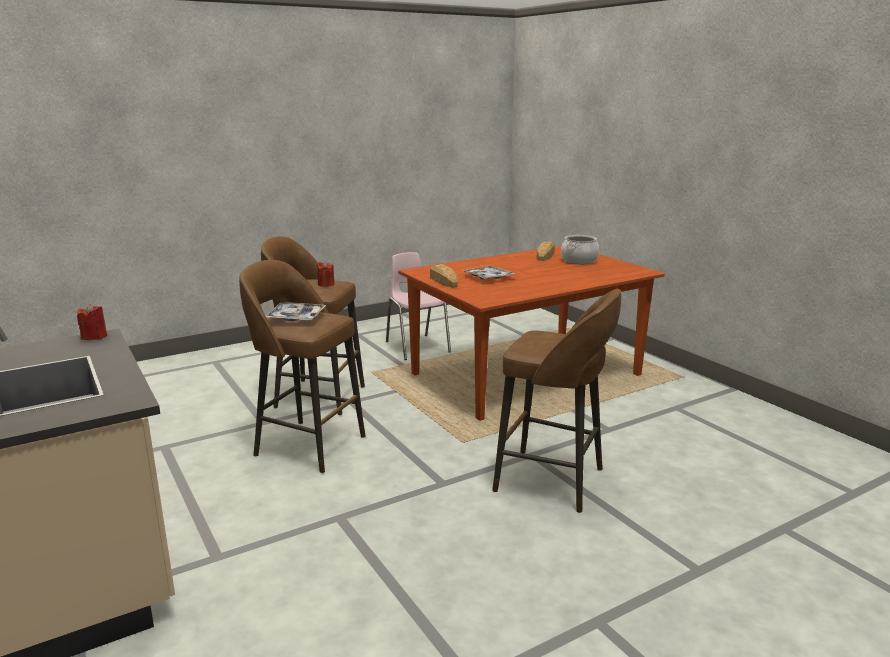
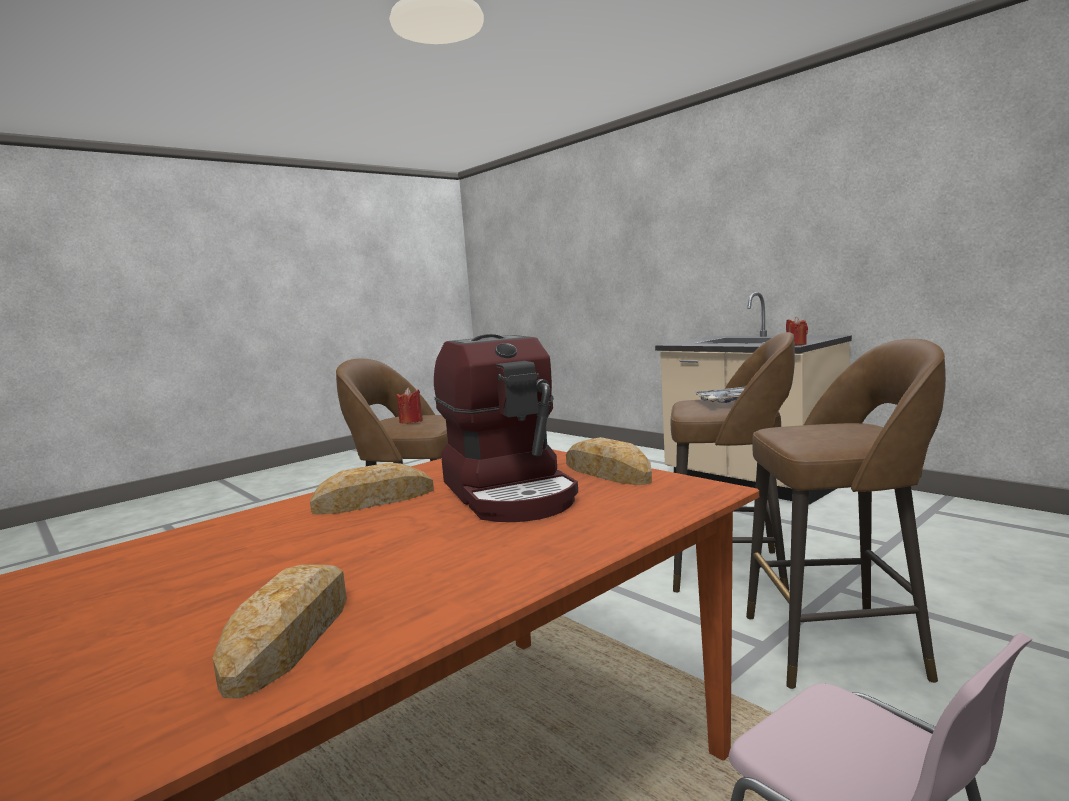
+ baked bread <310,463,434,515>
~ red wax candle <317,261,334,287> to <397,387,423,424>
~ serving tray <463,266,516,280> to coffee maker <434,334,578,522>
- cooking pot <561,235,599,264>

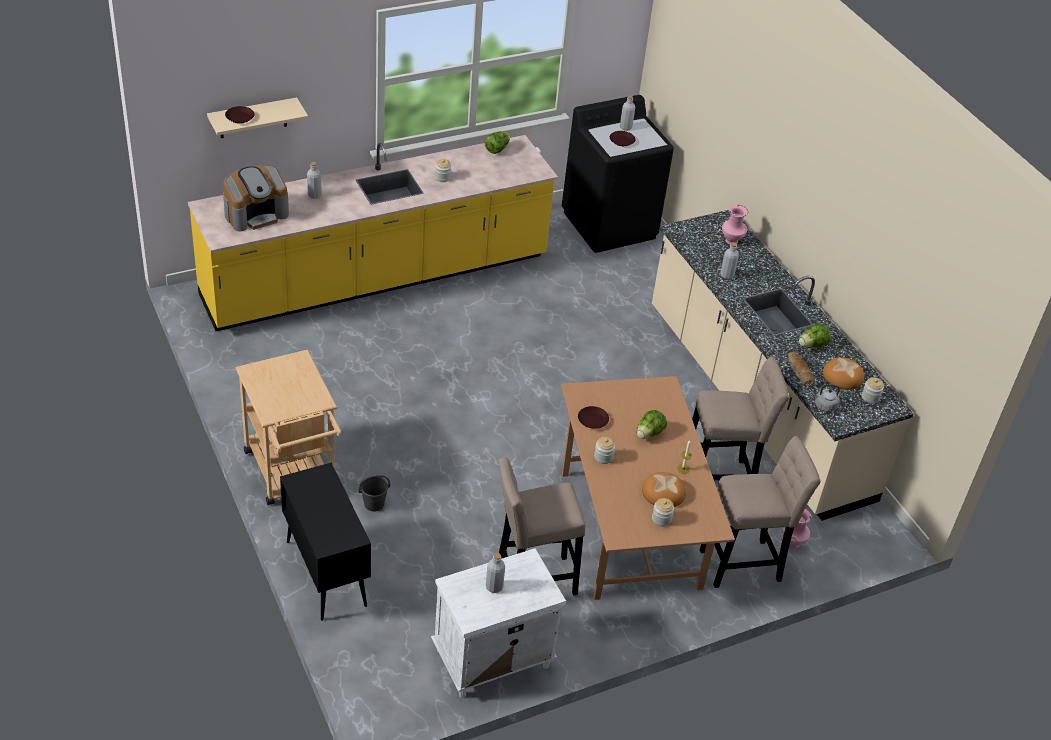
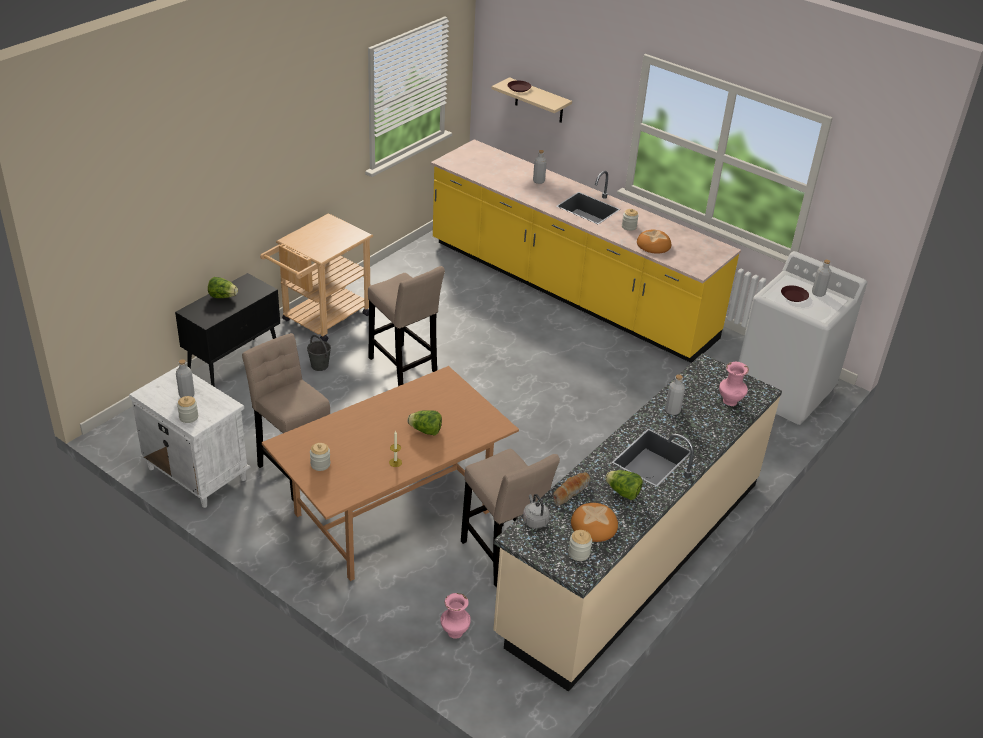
~ jar <594,437,615,464> to <177,396,198,423>
~ lettuce head <484,131,510,154> to <208,277,238,298>
~ sand-coloured stool seat <700,436,821,588> to <368,266,445,386>
~ baked bread <642,472,686,507> to <637,230,671,254>
~ black-coloured laundry machine <562,95,674,253> to whitish laundry machine <739,251,867,425>
- coffee maker <223,165,289,232>
- brown dinner plate <578,406,609,429>

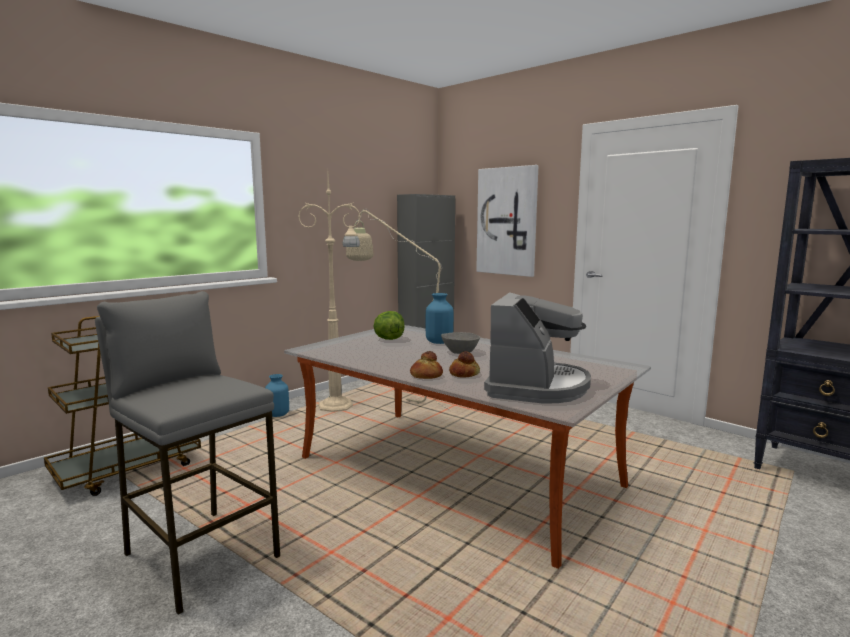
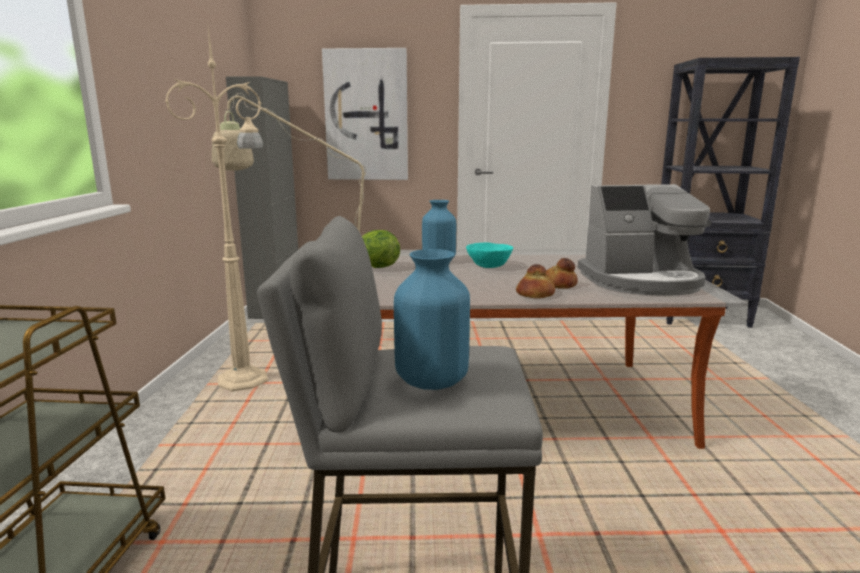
~ bluish vase <265,374,289,417> to <394,249,470,390>
~ greyish bowl <441,332,480,354> to turquoise-coloured bowl <466,242,513,268>
~ coffee maker <484,292,591,403> = <578,184,711,296> 105 degrees clockwise

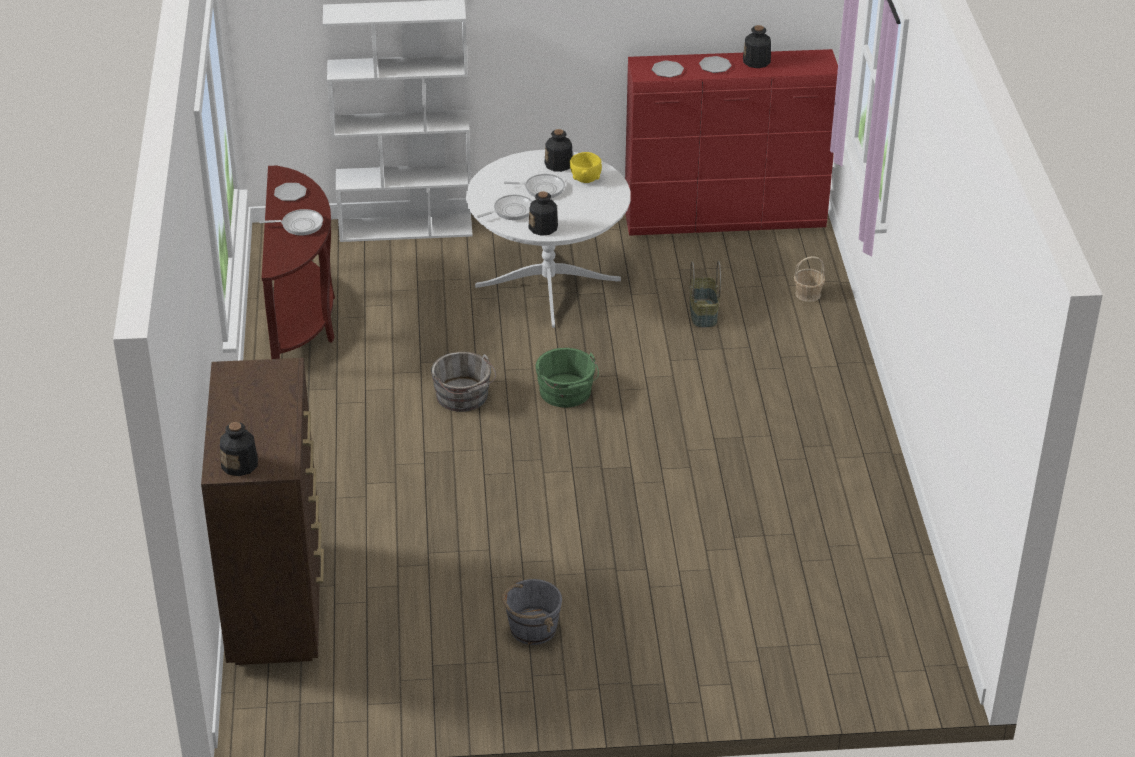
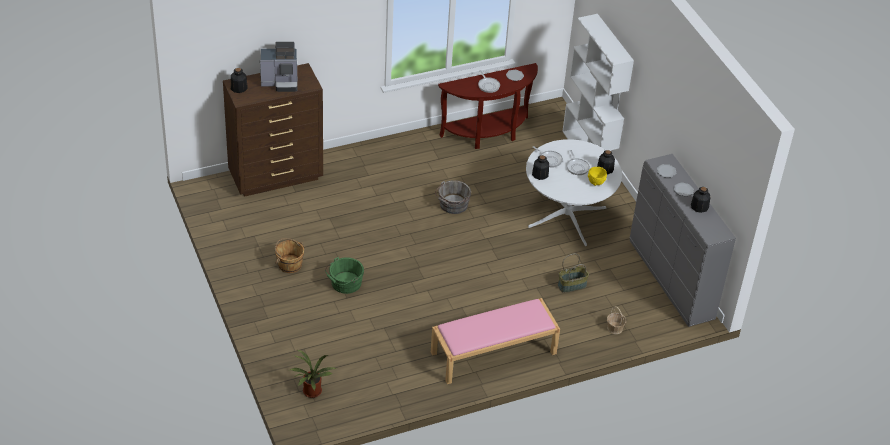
+ coffee maker <260,42,298,92>
~ greyish pail <502,578,562,645> to brown pail <275,238,305,273>
+ houseplant <290,350,337,398>
~ greenish pail <536,348,599,407> to <325,257,364,294>
+ pinkish long seat <431,298,560,384>
~ red chest of drawers <625,49,838,236> to greyish chest of drawers <630,154,736,327>

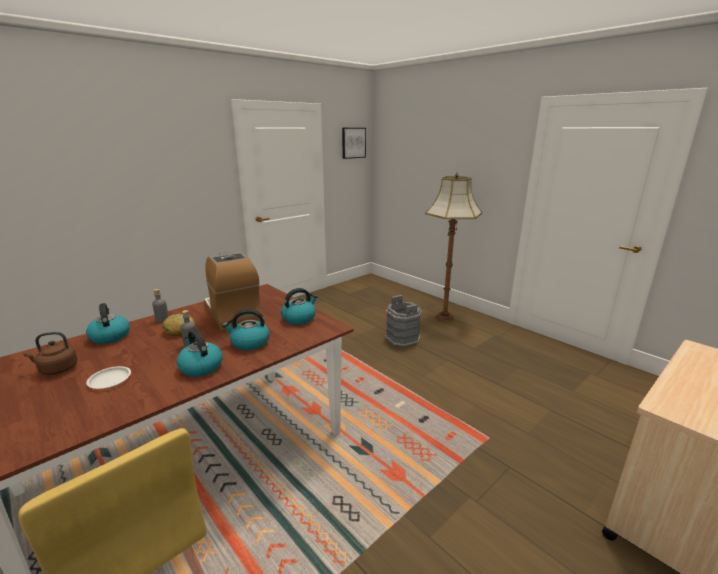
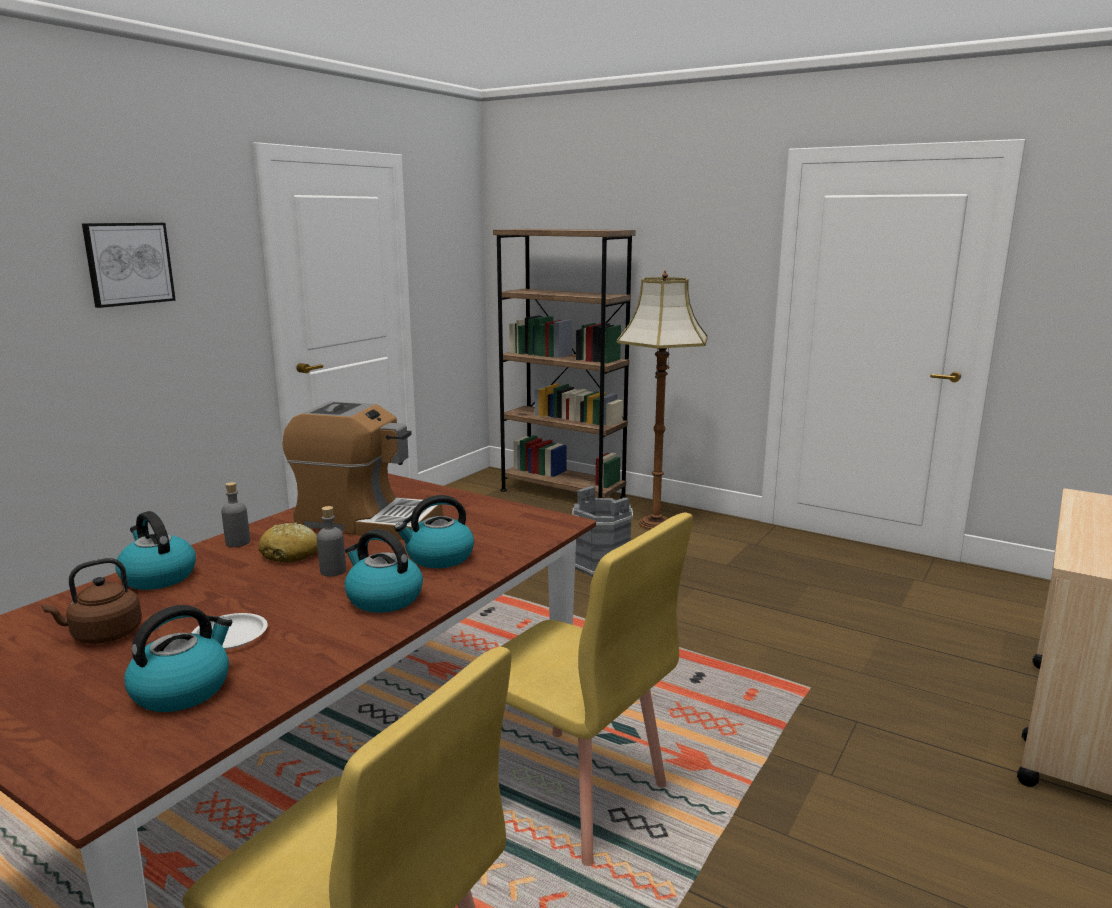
~ picture <342,128,366,159> to <82,223,176,308>
~ tea kettle <281,288,317,325> to <124,605,232,712>
~ coffee maker <204,251,262,331> = <282,401,443,540> 150 degrees clockwise
+ brown bookshelf <493,229,636,499>
+ yellow chair <500,513,693,866>

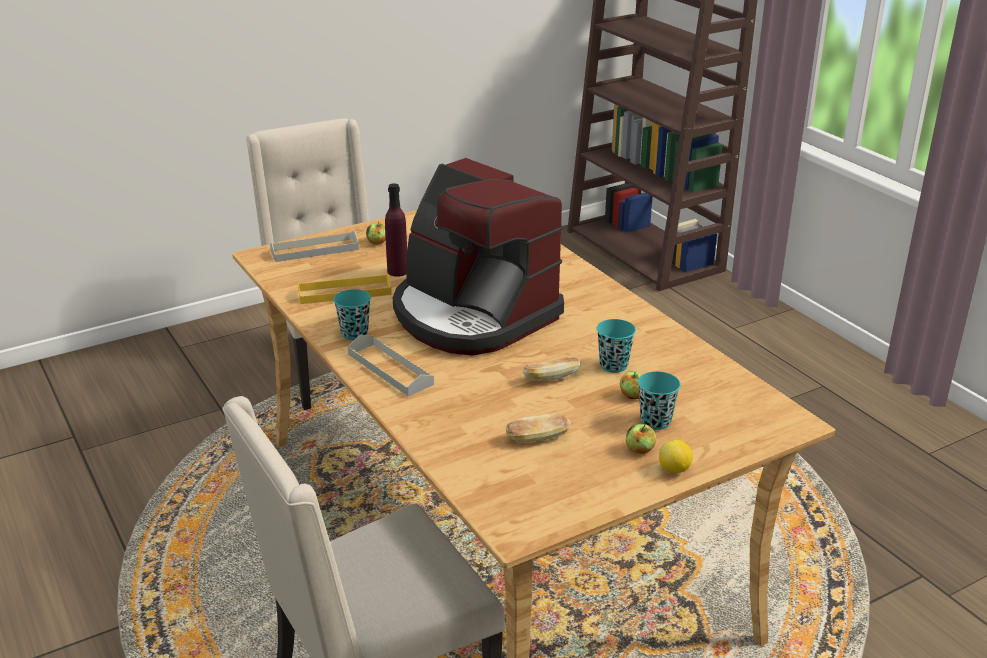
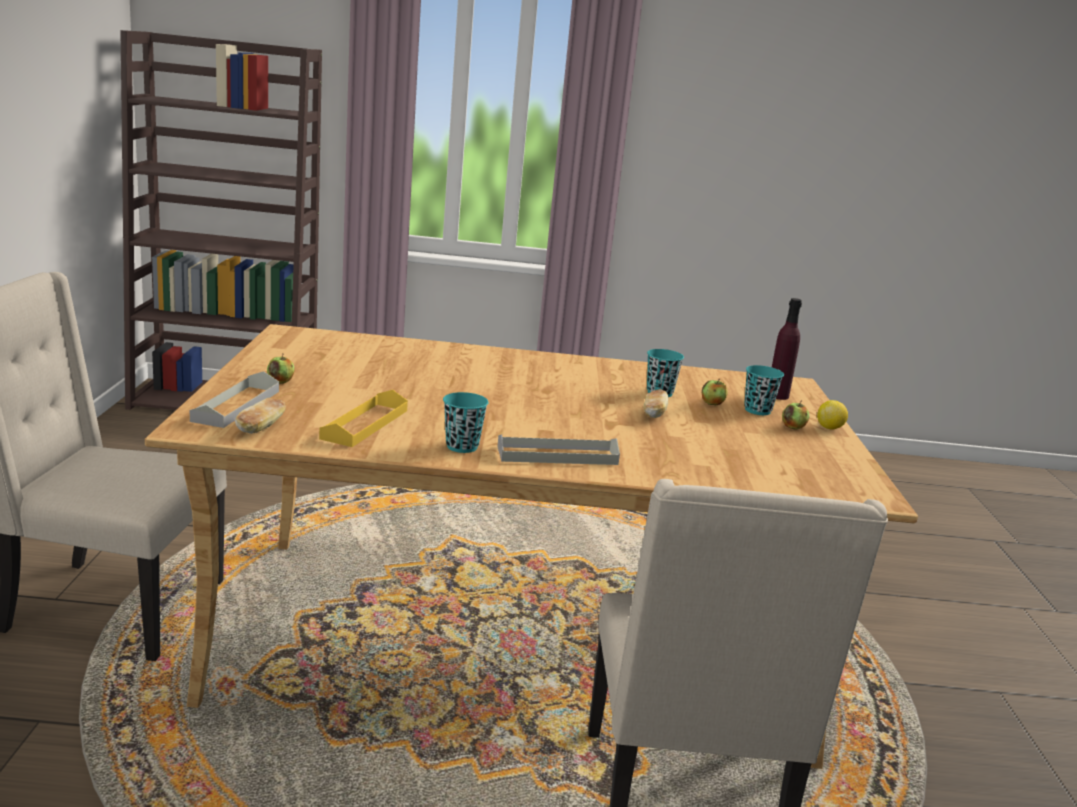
~ baked bread <506,413,571,443> to <235,398,286,434>
~ purple bottle <385,183,407,277> to <772,298,802,400>
- coffee maker <393,158,564,356>

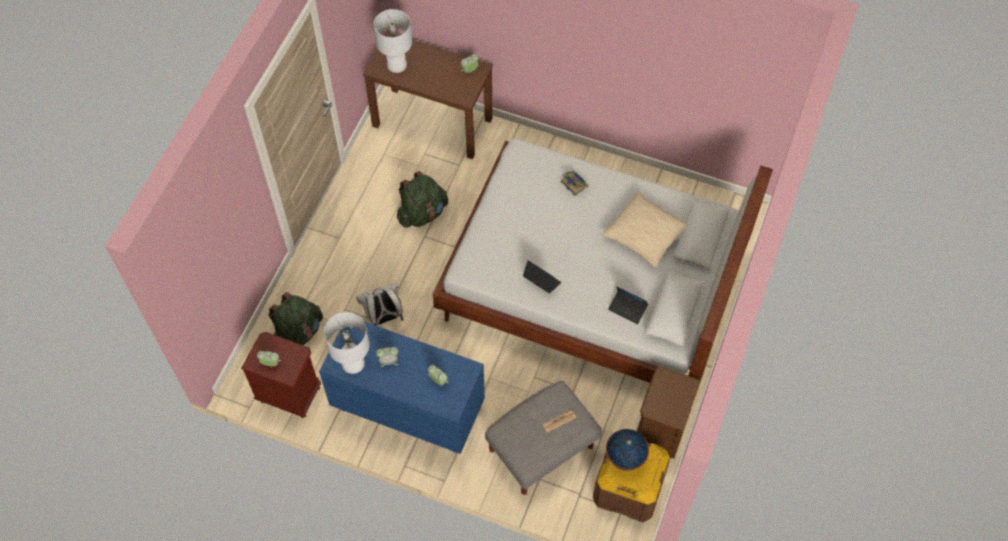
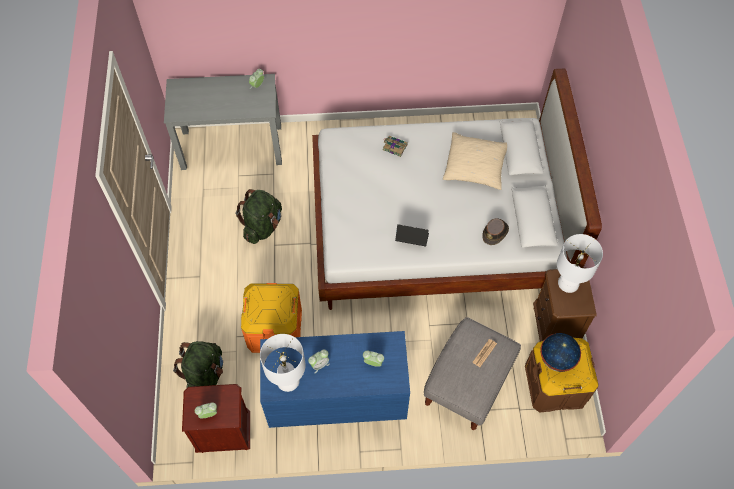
~ brown desk table <363,32,493,159> to greyish desk table <164,74,282,170>
~ whitish backpack <356,283,403,325> to orange-coloured storage container <241,283,302,353>
~ laptop <608,286,648,324> to brown wearable hat <482,218,509,245>
~ whitish lamp for a table <374,9,412,73> to <557,234,603,293>

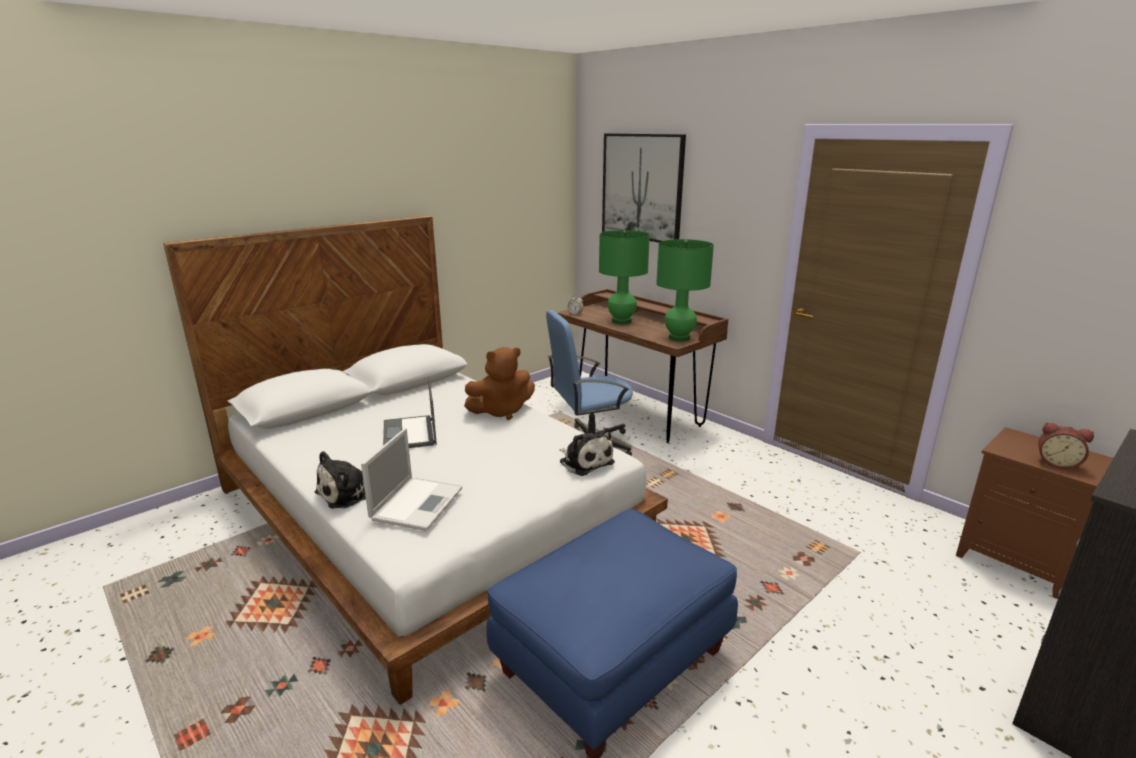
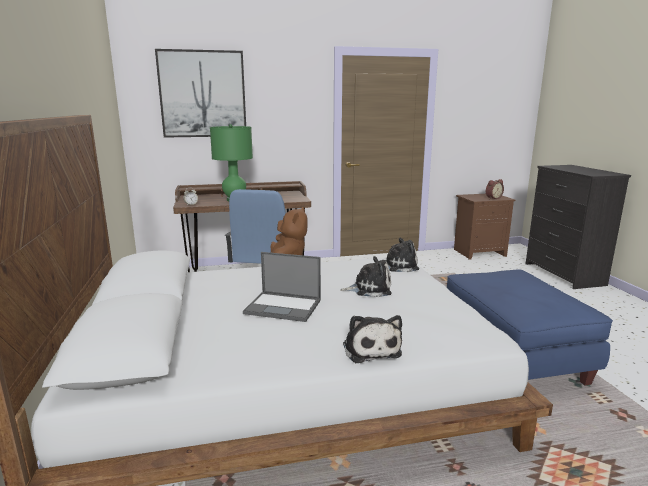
+ plush toy <340,256,392,297>
- laptop <361,428,463,531>
- greenish lamp for a table <656,239,714,342>

